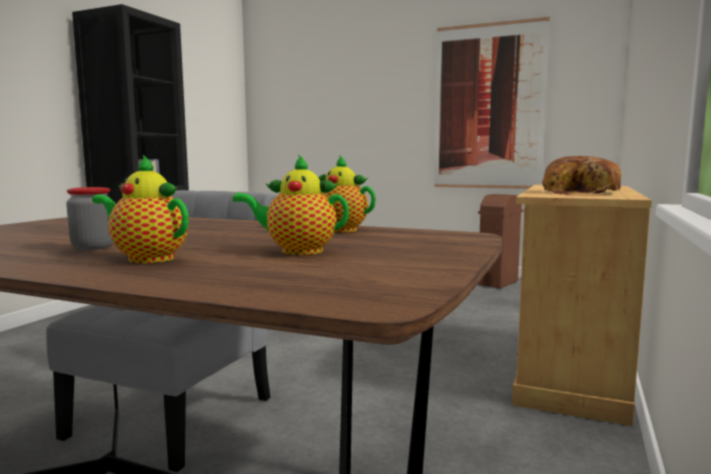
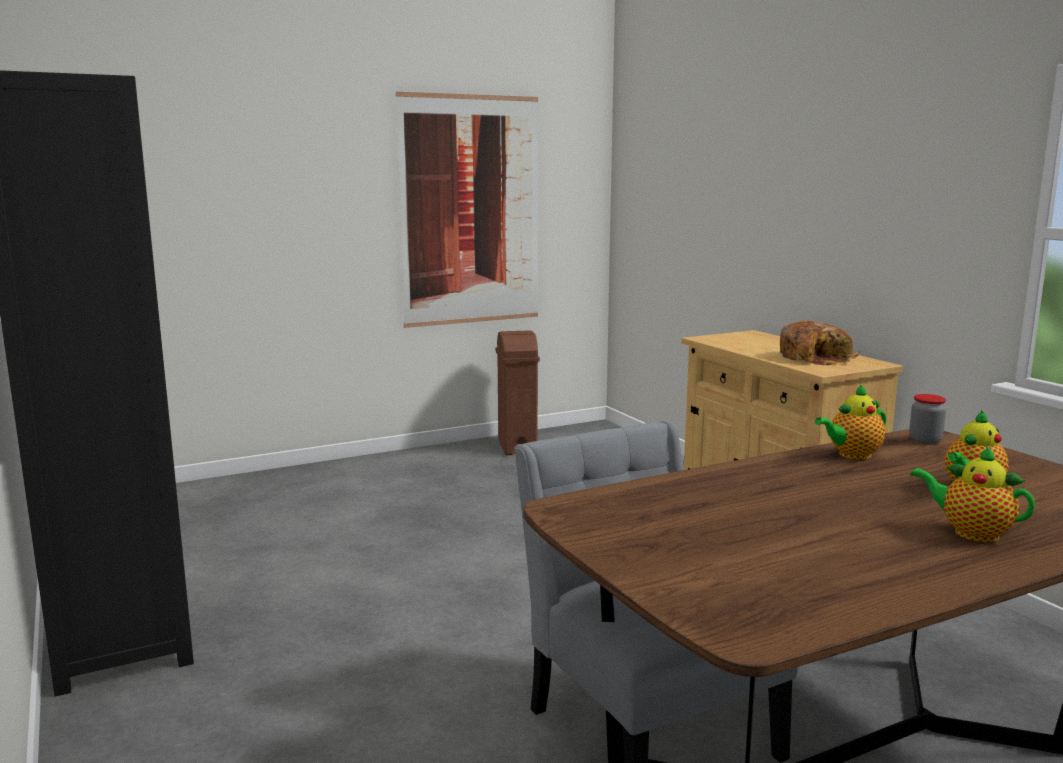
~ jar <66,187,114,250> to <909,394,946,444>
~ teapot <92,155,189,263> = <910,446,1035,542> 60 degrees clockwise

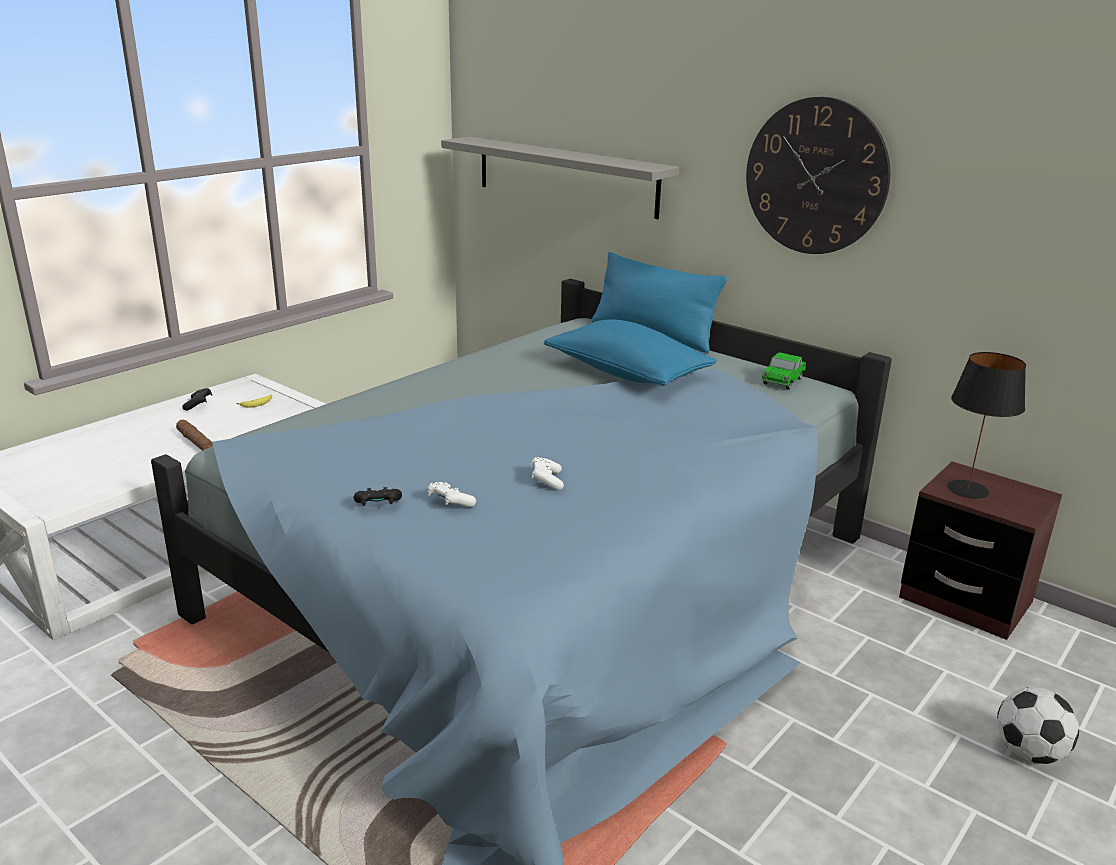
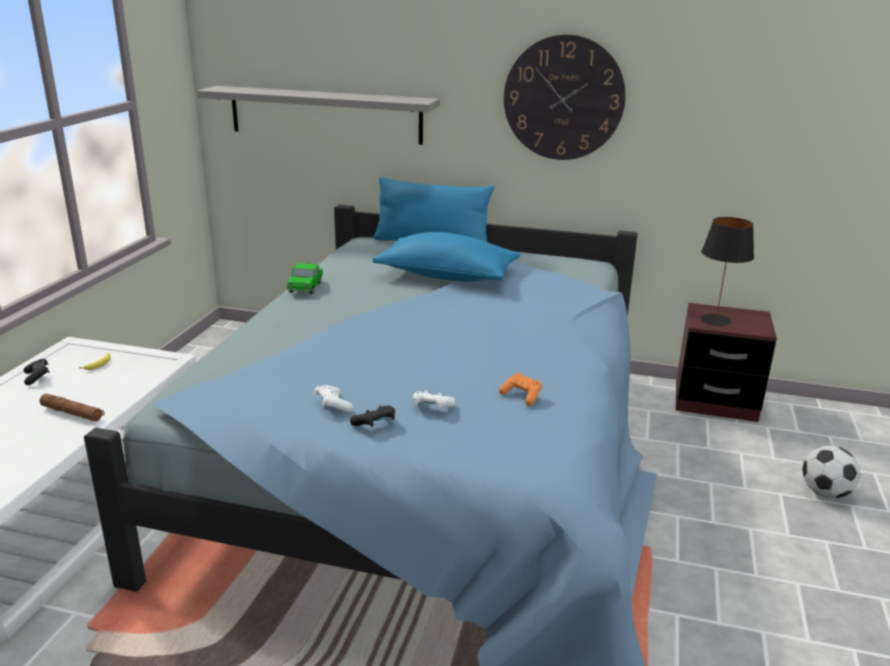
~ miniature car <761,352,806,389> to <287,263,323,294>
~ whitish joypad <531,457,564,490> to <314,385,353,412>
+ orange-coloured joypad <499,373,542,406>

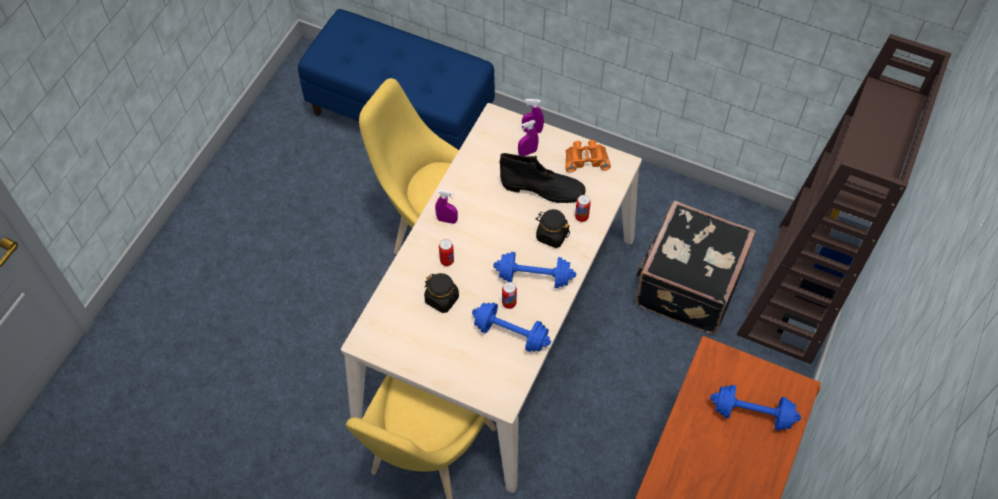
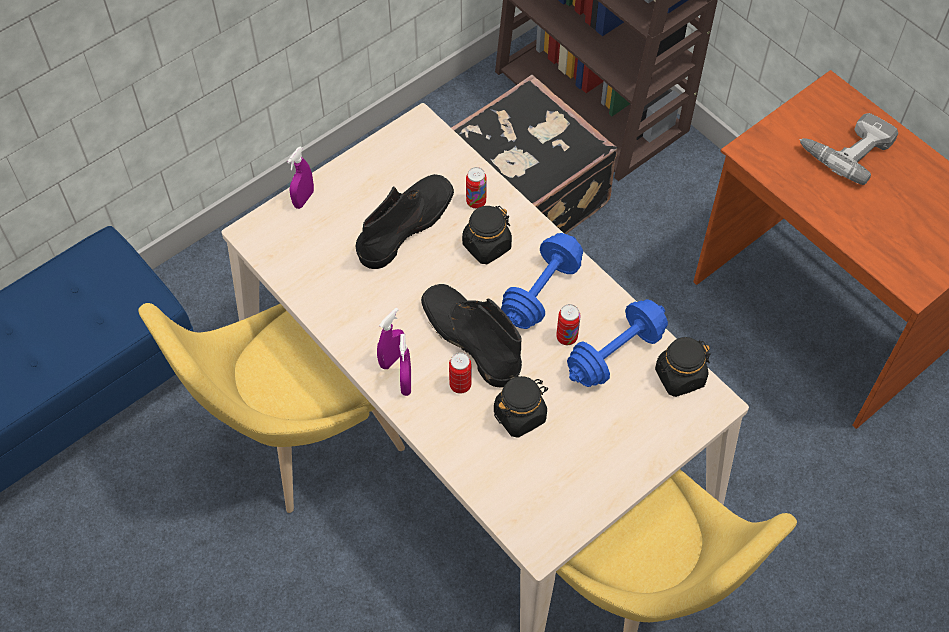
~ purple hand sprayer <518,120,538,156> to <399,334,411,396>
+ black-coloured boot <421,284,522,387>
+ black-coloured jar <655,337,711,397>
~ bluish free weight <710,385,801,431> to electric drill <800,113,898,185>
- orange-coloured pair of binoculars <565,140,611,172>

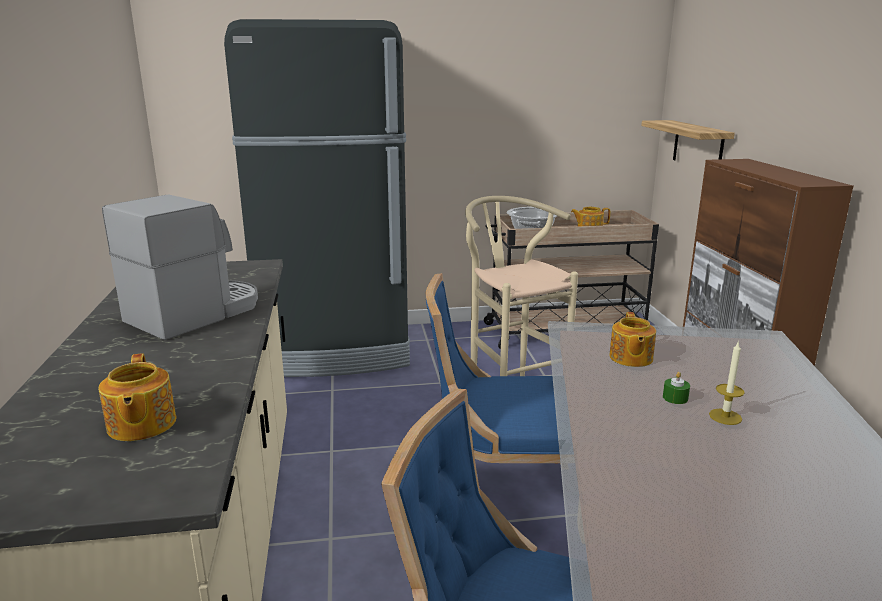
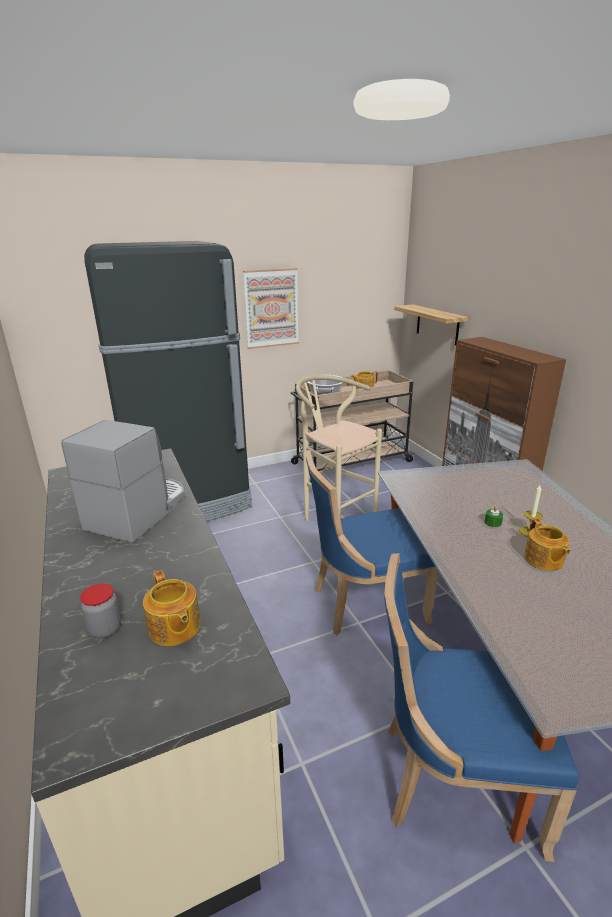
+ jar <80,583,121,638>
+ picture <243,268,299,349>
~ teapot <609,312,656,367> to <524,518,571,571>

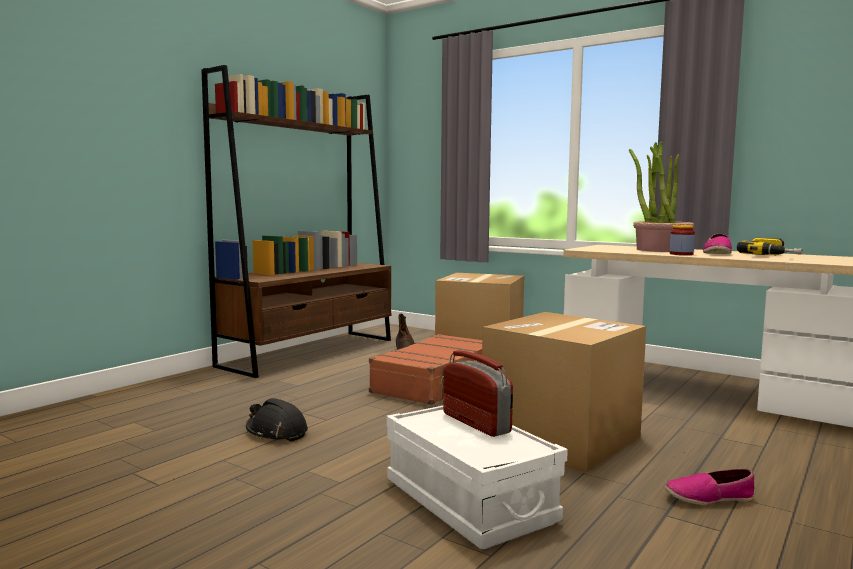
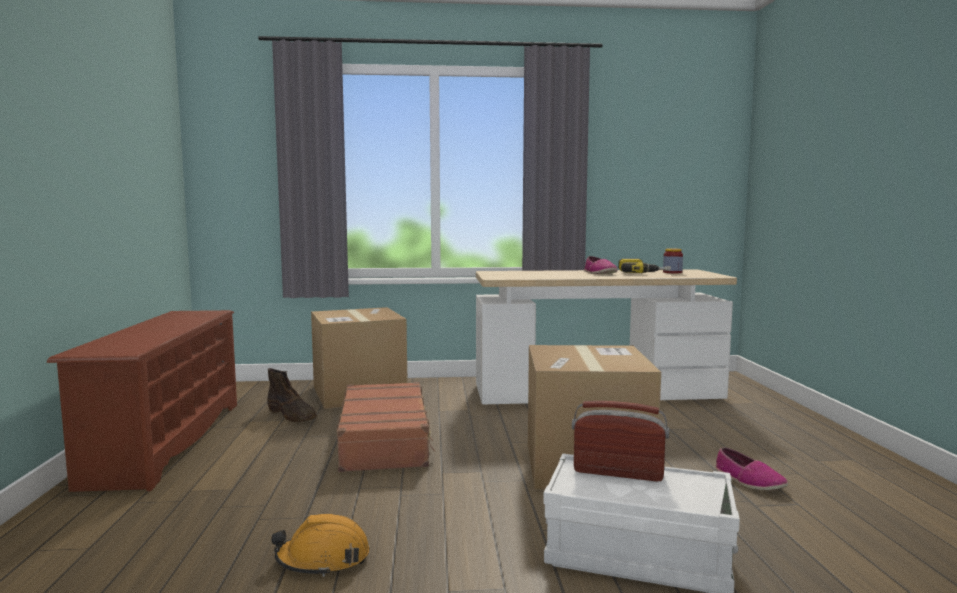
~ brown bookshelf <201,65,391,378> to brown shoe shelf <47,310,237,492>
~ black-coloured work helmet <246,398,308,442> to orange-coloured work helmet <271,514,369,577>
~ jar <669,225,695,255> to <663,248,683,273>
~ low shoe <665,468,754,505> = <716,447,788,490> 75 degrees counterclockwise
- houseplant <629,141,694,252>

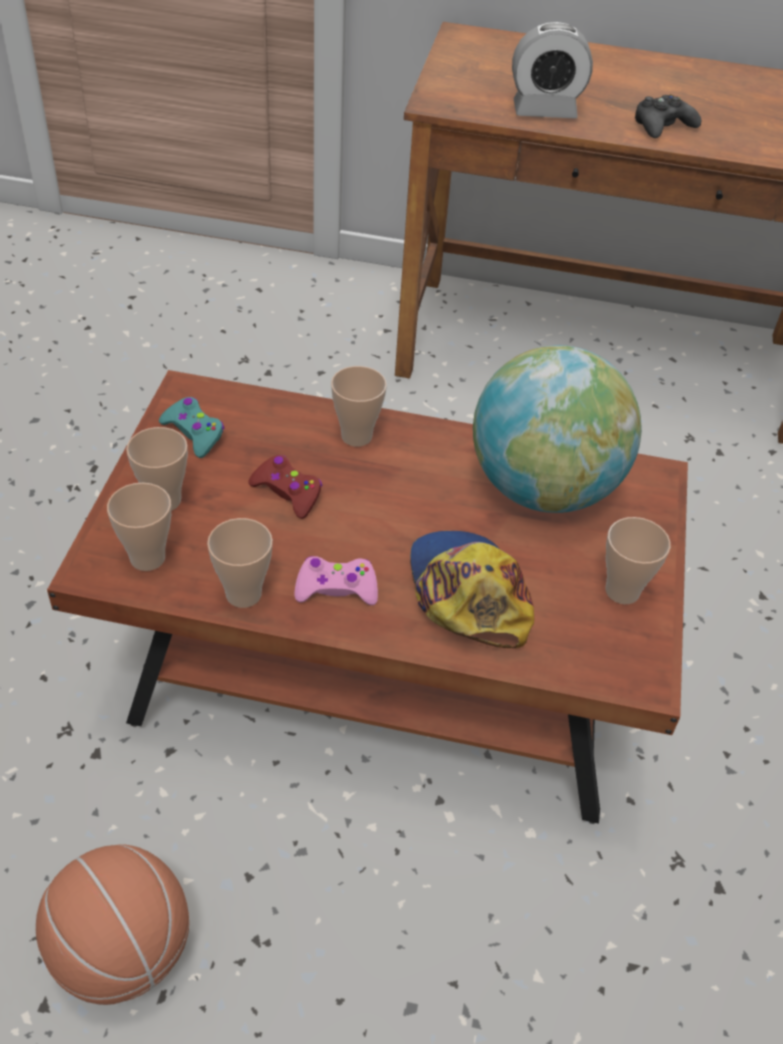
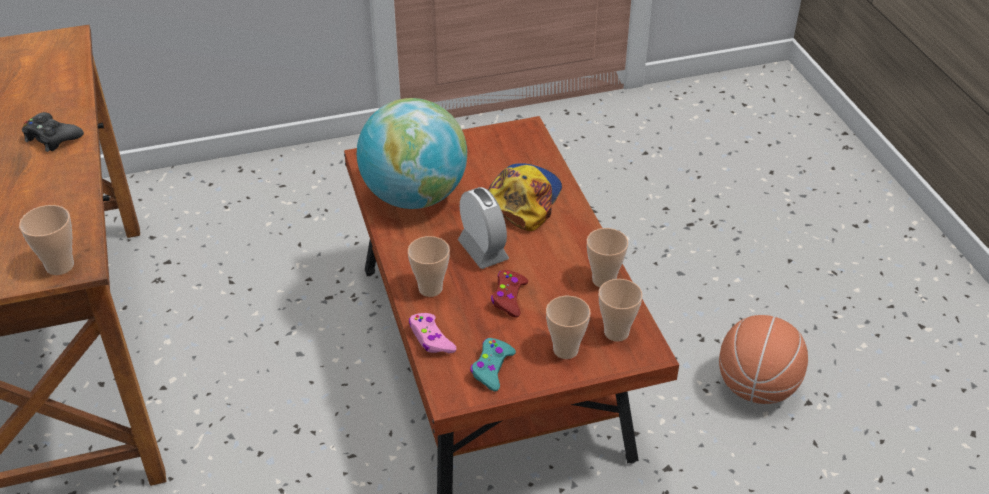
~ drinking cup <605,517,671,604> to <19,205,74,275>
~ pinkish joypad <294,556,378,605> to <409,313,457,353>
~ table clock <512,22,593,119> to <458,187,509,269>
~ cap <410,531,534,648> = <488,163,562,231> 150 degrees clockwise

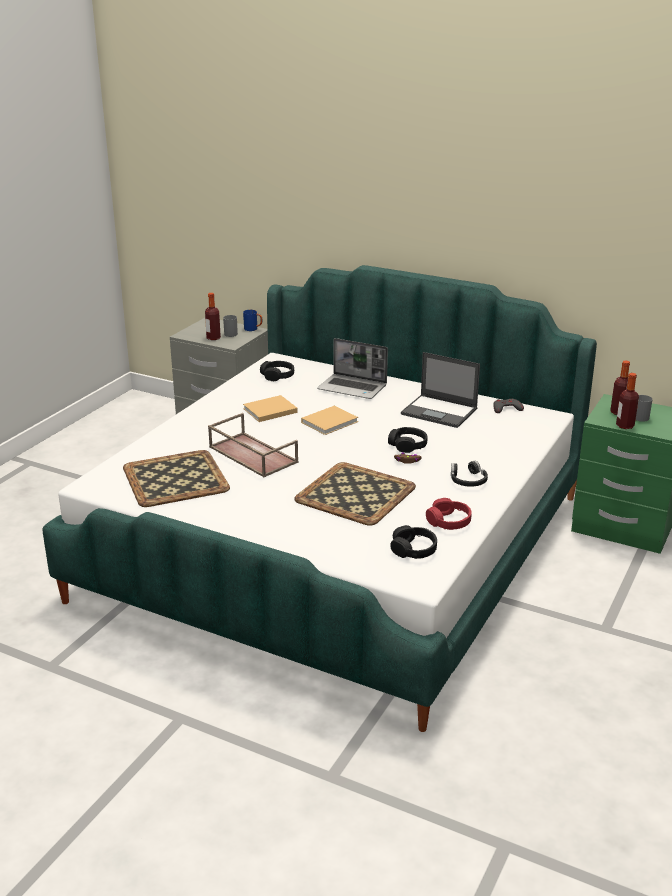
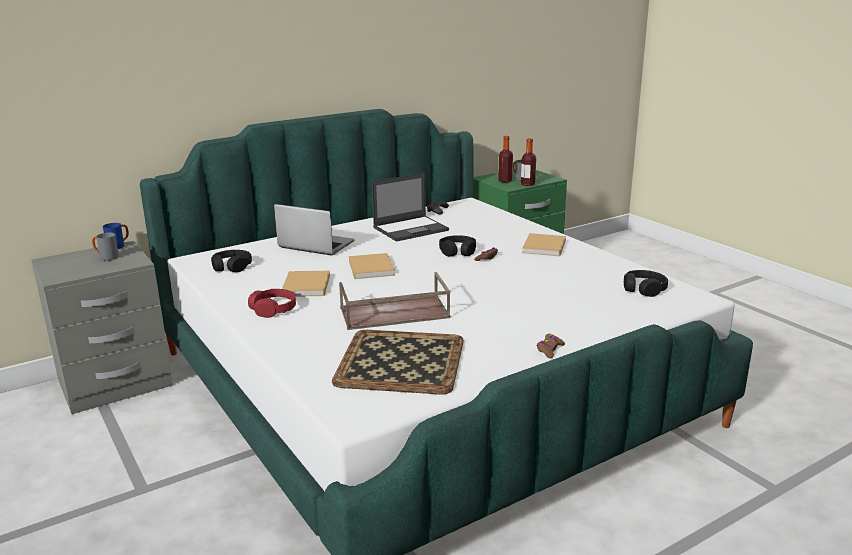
~ red headphones <426,498,472,530> to <248,289,296,318>
~ laptop <317,338,388,399> = <274,204,354,255> 120 degrees counterclockwise
~ black-coloured headphones <451,460,488,487> to sand-coloured volume <522,233,566,256>
+ brown joypad <537,334,565,358>
- bottle <205,293,221,340>
- serving tray <294,462,416,526>

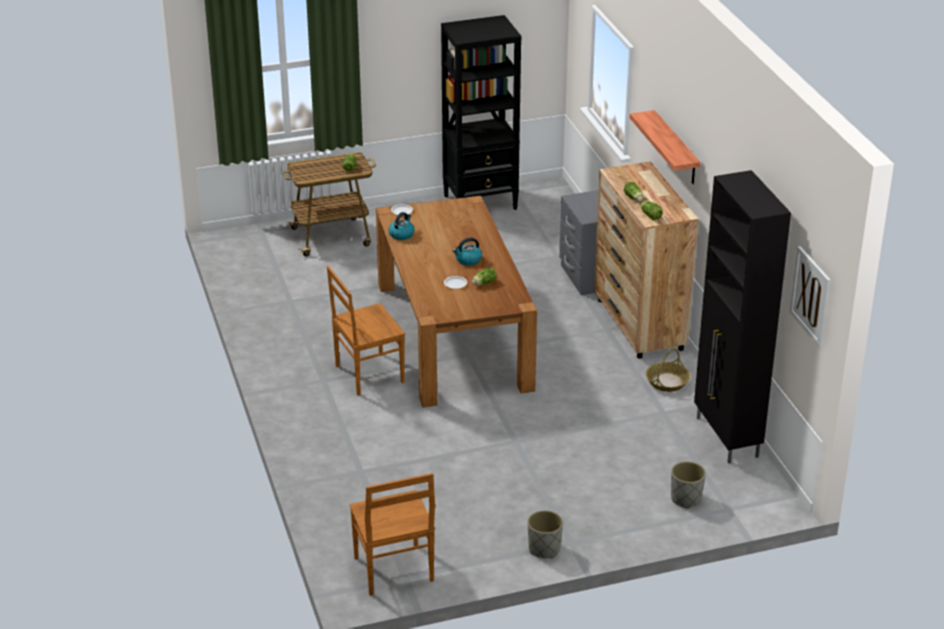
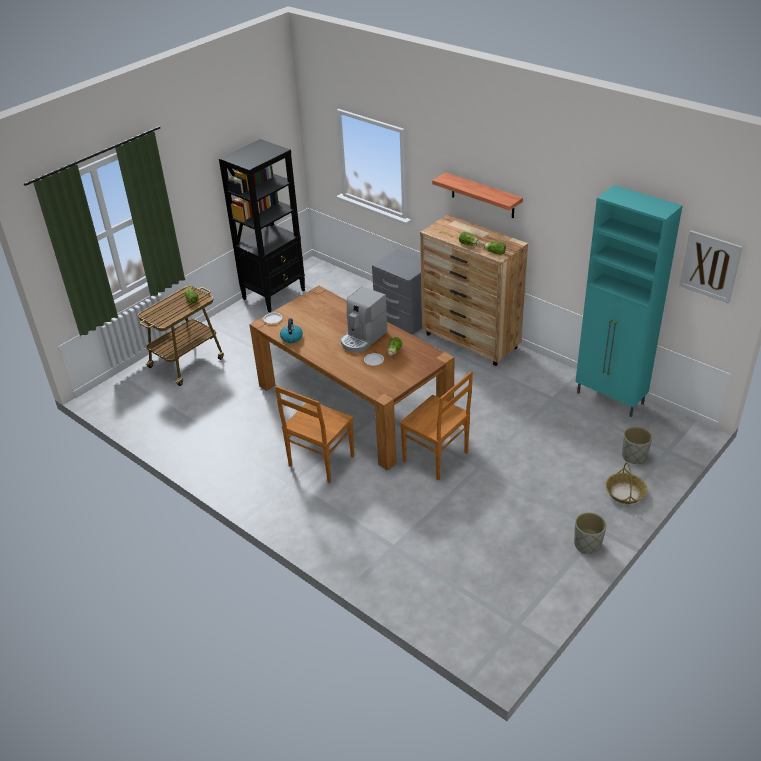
~ tea kettle <453,238,482,265> to coffee maker <341,286,387,352>
~ brown chair <349,473,435,596> to <400,371,473,480>
~ black-coloured cabinet <694,170,791,464> to turquoise-coloured cabinet <575,185,683,417>
~ household basket <646,348,690,392> to <605,462,647,504>

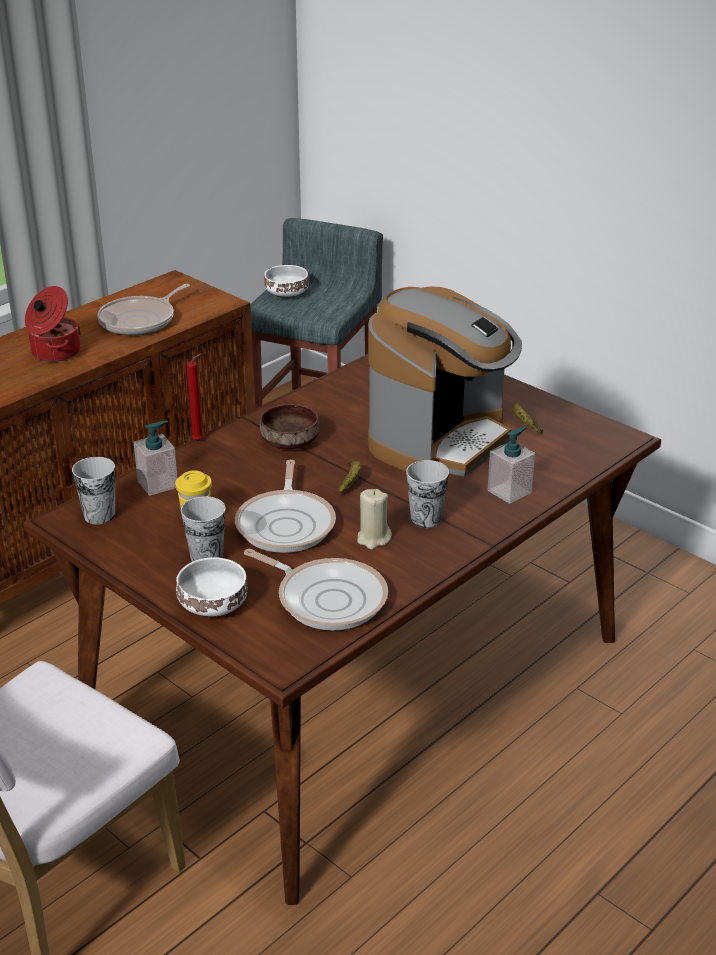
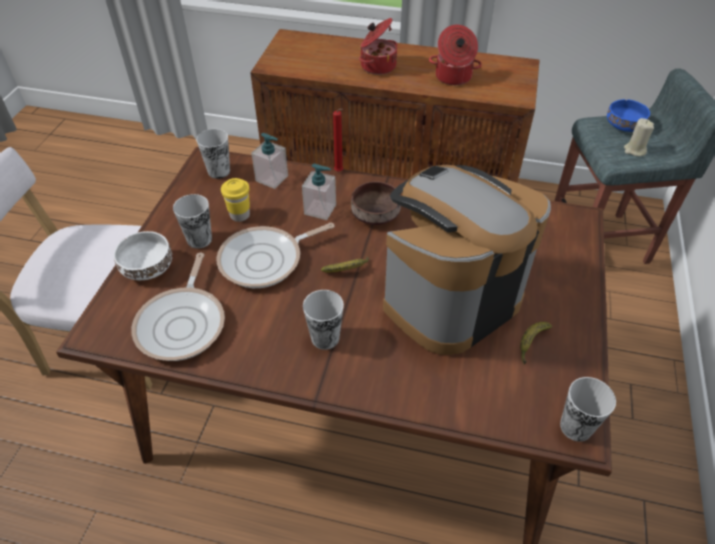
~ soap dispenser <488,426,535,504> to <302,164,336,220>
~ coffee maker <368,287,522,477> = <383,165,551,355> 135 degrees clockwise
~ frying pan <97,284,190,335> to cooking pot <429,25,482,85>
+ drinking cup <560,377,616,442>
~ whitish bowl <264,265,309,297> to bluish bowl <607,99,650,132>
~ sand-coloured wax candle <357,489,392,549> to <624,118,654,156>

